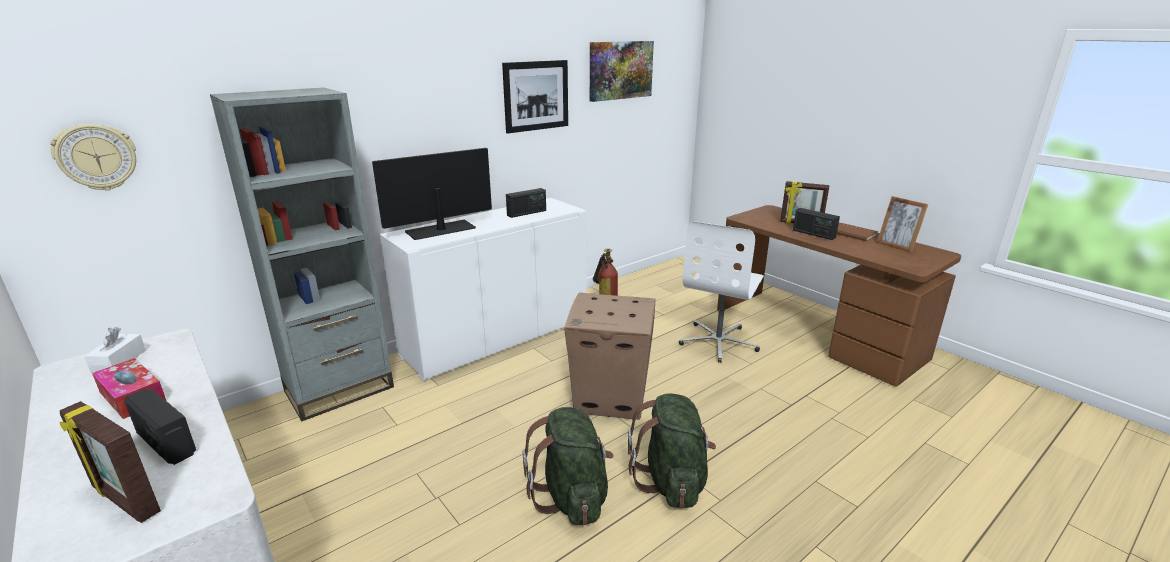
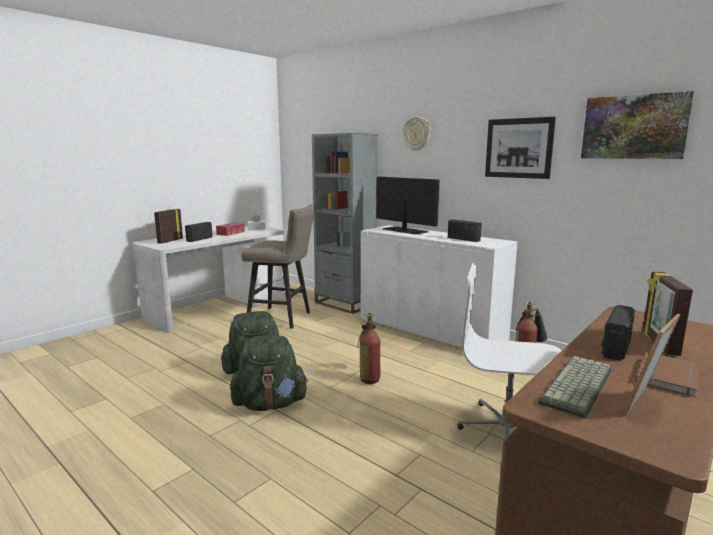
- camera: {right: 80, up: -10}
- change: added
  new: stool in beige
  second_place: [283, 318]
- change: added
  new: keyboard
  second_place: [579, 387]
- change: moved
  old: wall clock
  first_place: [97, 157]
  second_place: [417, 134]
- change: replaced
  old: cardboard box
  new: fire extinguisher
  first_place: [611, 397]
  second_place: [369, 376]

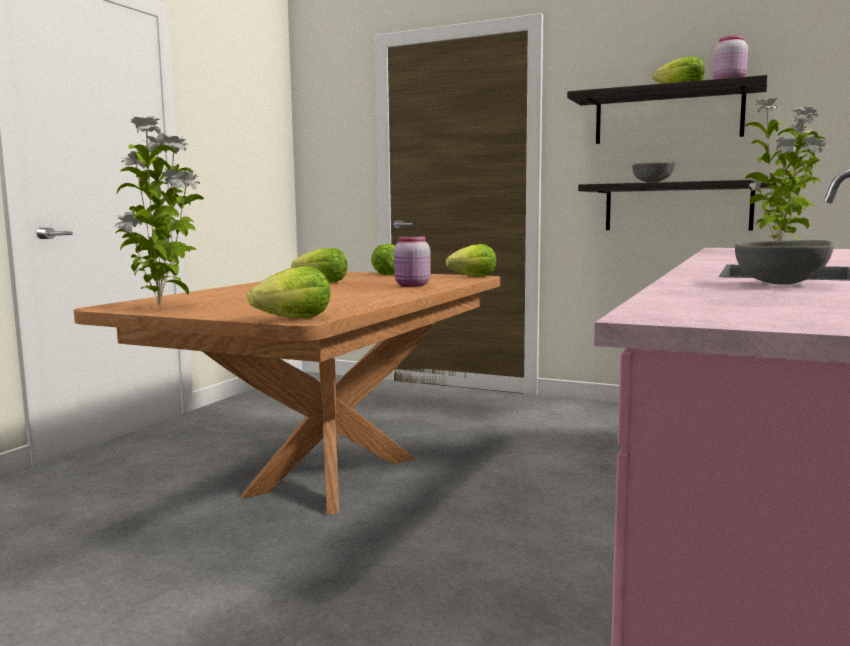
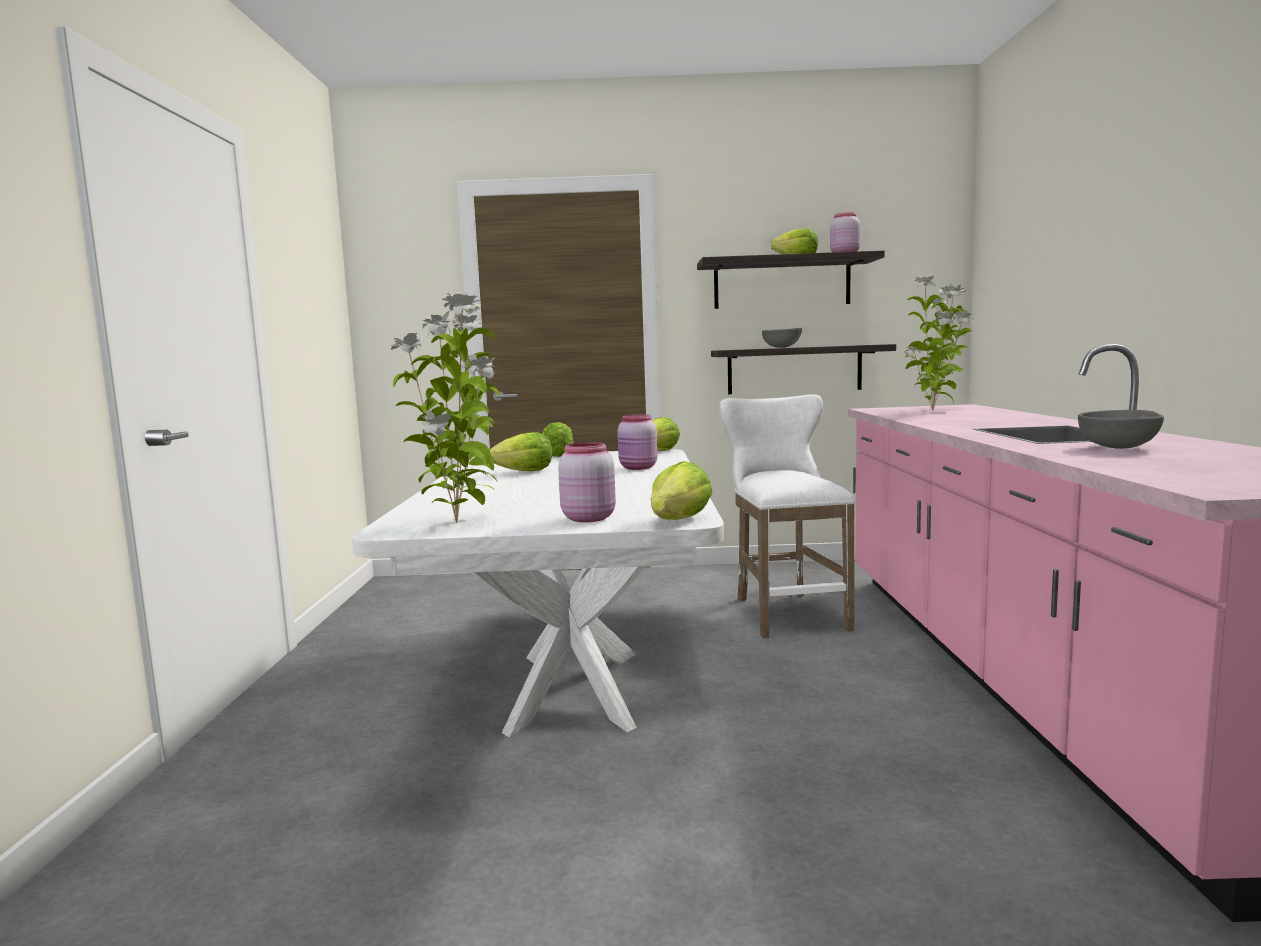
- camera: {right: -25, up: 0}
- change: added
  new: jar in pink
  second_place: [587, 518]
- change: added
  new: stool in white
  second_place: [785, 612]
- change: recoloured
  old: dining table in brown
  new: dining table in white
  first_place: [331, 475]
  second_place: [574, 689]

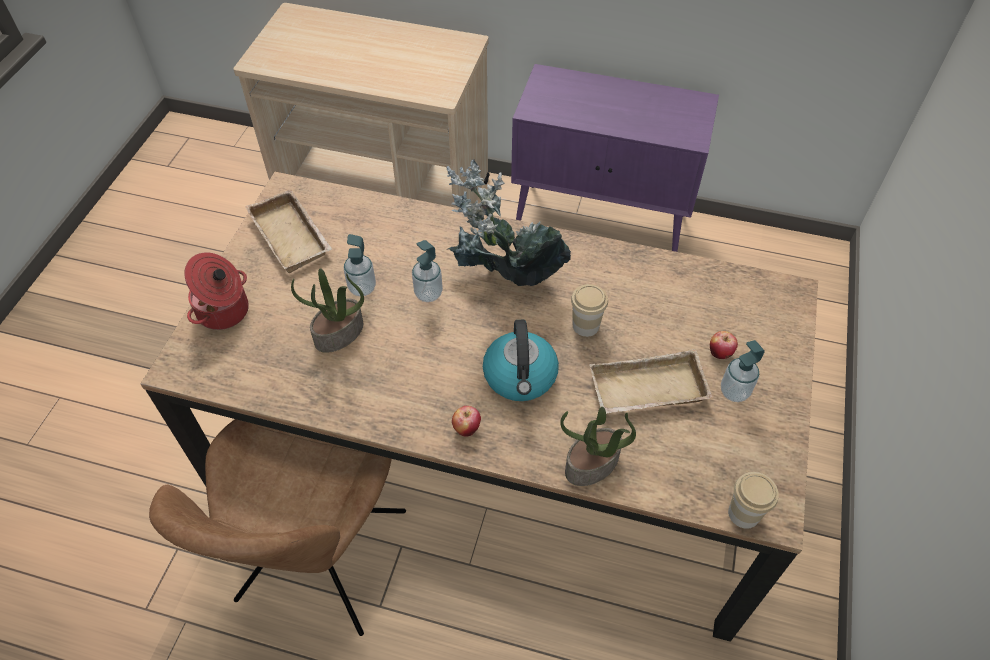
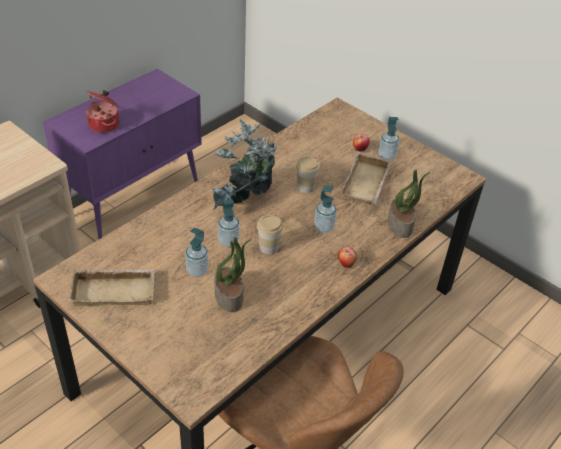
- camera: {right: -65, up: -10}
- change: moved
  old: cooking pot
  first_place: [224, 311]
  second_place: [105, 124]
- change: moved
  old: cup
  first_place: [744, 513]
  second_place: [268, 247]
- change: replaced
  old: kettle
  new: soap dispenser
  first_place: [520, 377]
  second_place: [324, 227]

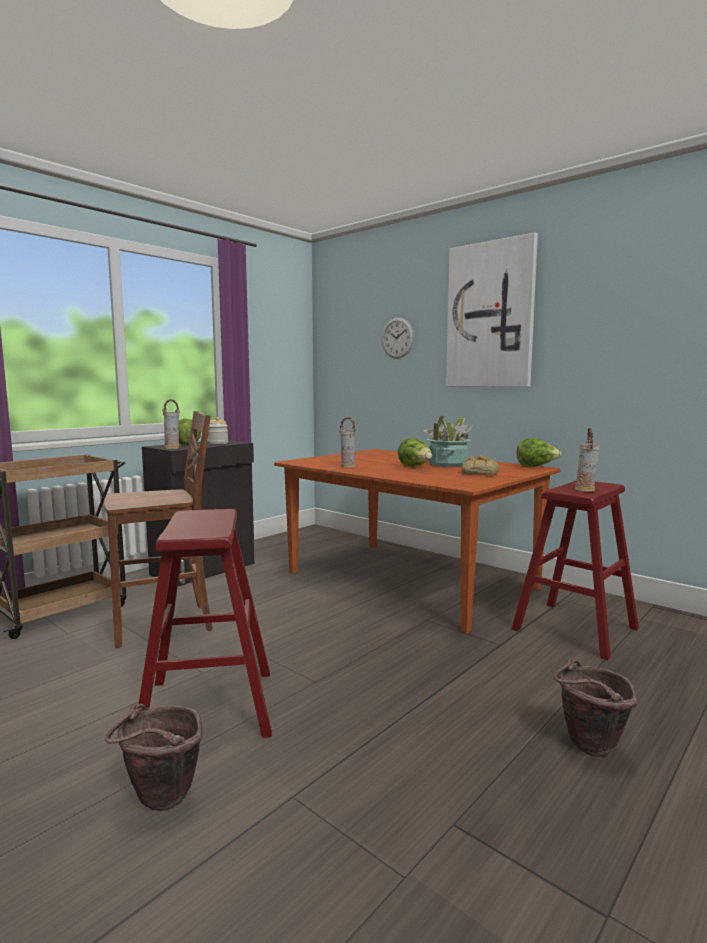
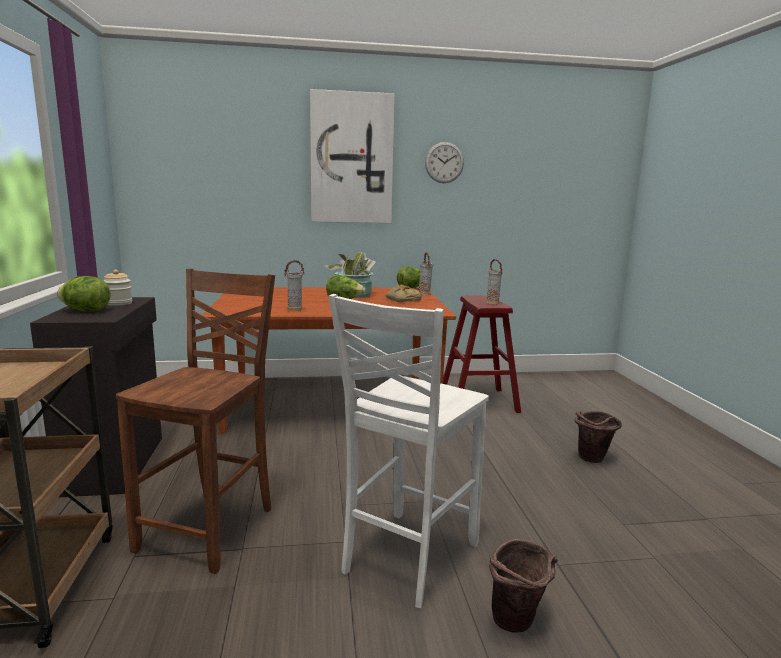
- camera: {right: -50, up: 5}
- change: moved
  old: vase
  first_place: [172, 448]
  second_place: [425, 294]
- change: moved
  old: wall clock
  first_place: [397, 338]
  second_place: [444, 162]
- change: replaced
  old: stool in red
  new: chair in white
  first_place: [209, 706]
  second_place: [406, 558]

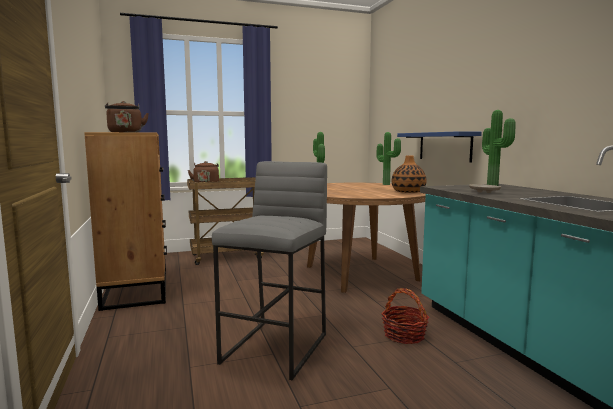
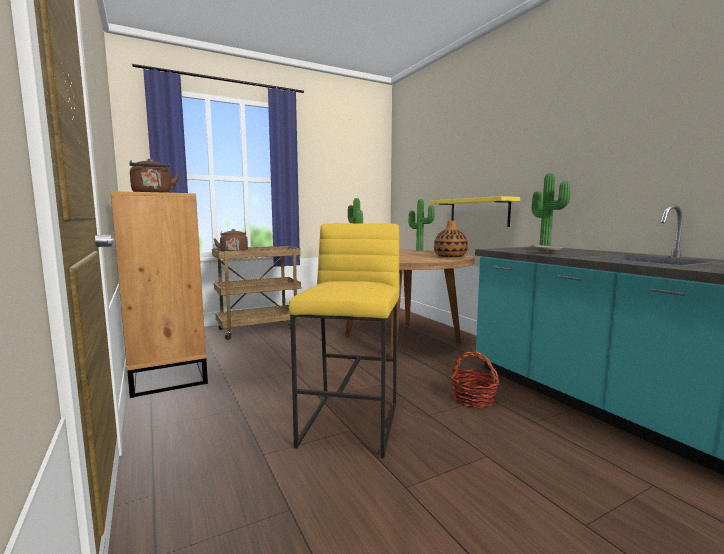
- camera: {right: -10, up: 0}
- change: recoloured
  old: stool in grey
  new: stool in yellow
  first_place: [276, 348]
  second_place: [351, 424]
- change: recoloured
  old: shelf in blue
  new: shelf in yellow
  first_place: [444, 146]
  second_place: [478, 212]

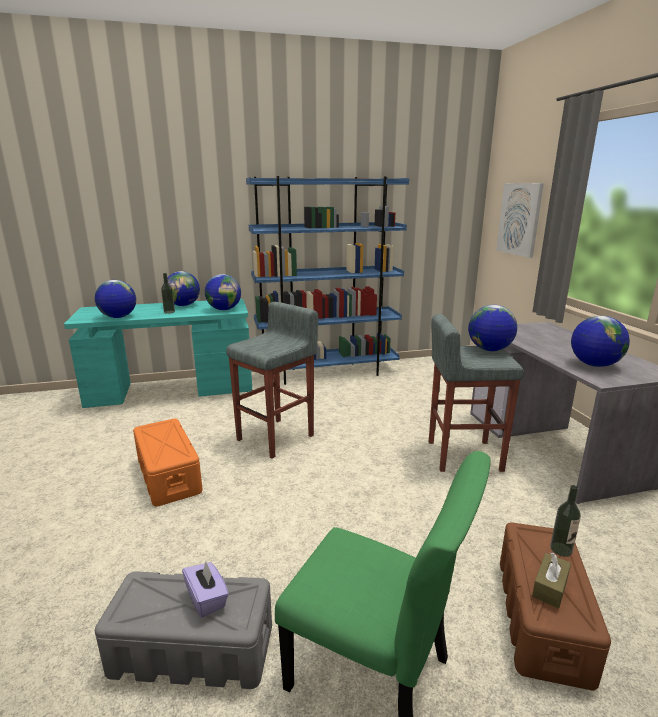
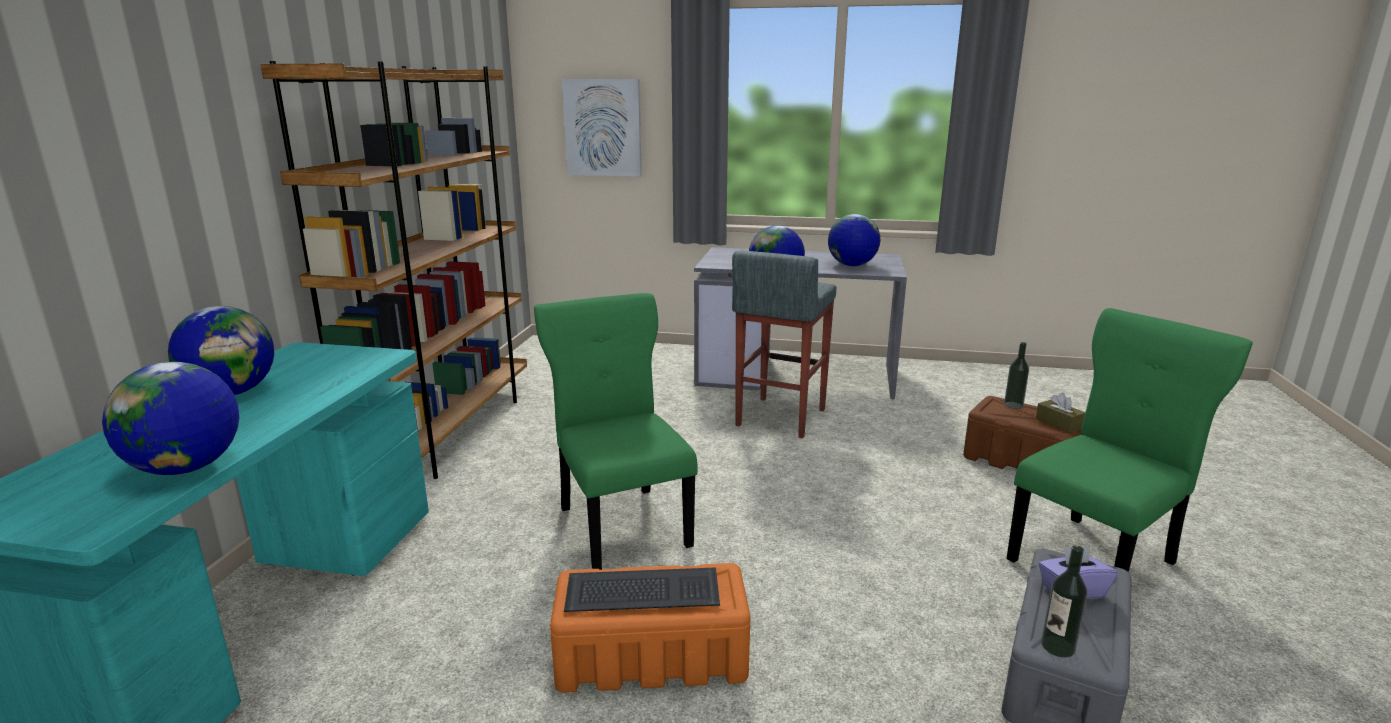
- camera: {right: -65, up: 0}
- change: removed
  old: globe
  first_place: [224, 309]
- change: added
  new: keyboard
  second_place: [640, 595]
- change: moved
  old: bottle
  first_place: [169, 312]
  second_place: [1057, 646]
- change: replaced
  old: stool in grey
  new: chair in green
  first_place: [277, 437]
  second_place: [622, 523]
- change: recoloured
  old: bookcase in blue
  new: bookcase in brown
  first_place: [328, 372]
  second_place: [447, 433]

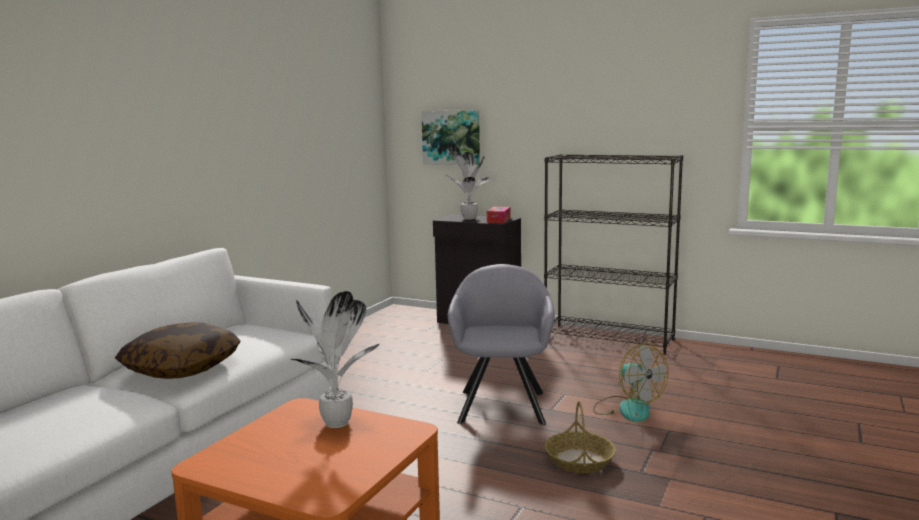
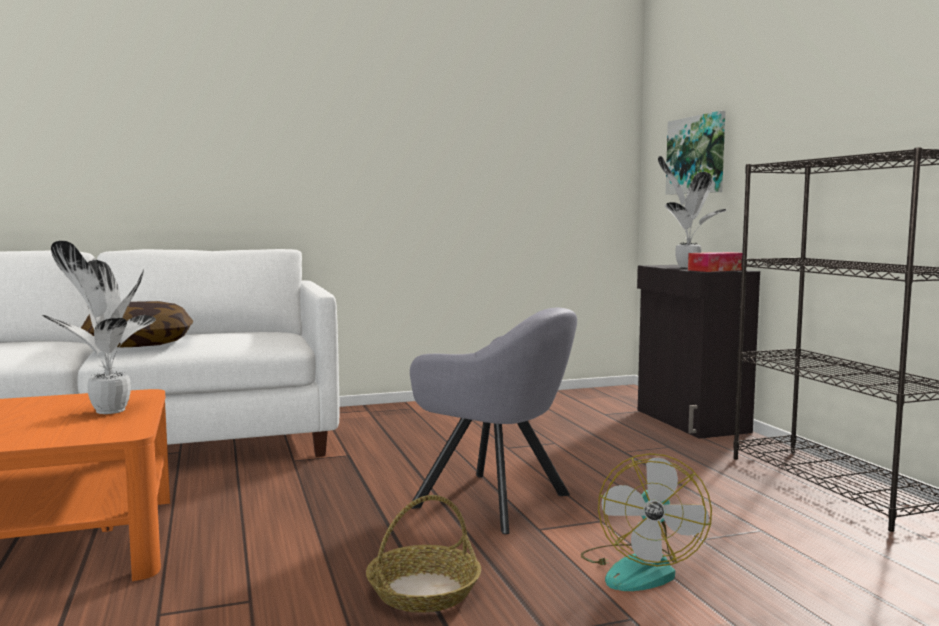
- camera: {right: 45, up: -5}
- change: turned
  old: armchair in grey
  first_place: [502, 404]
  second_place: [499, 503]
  degrees: 75

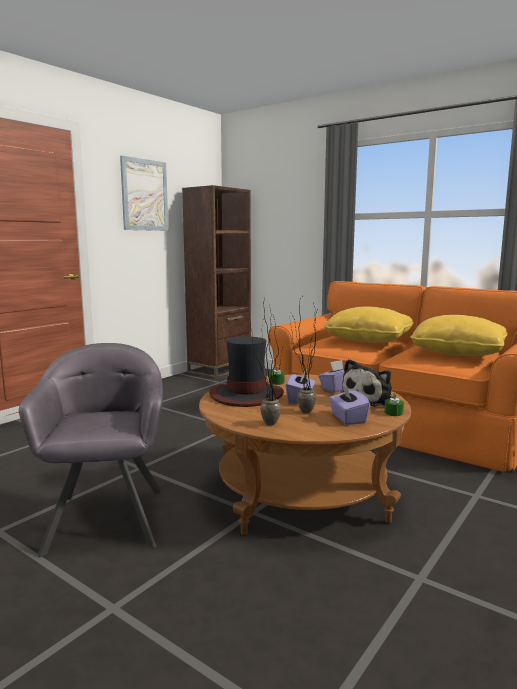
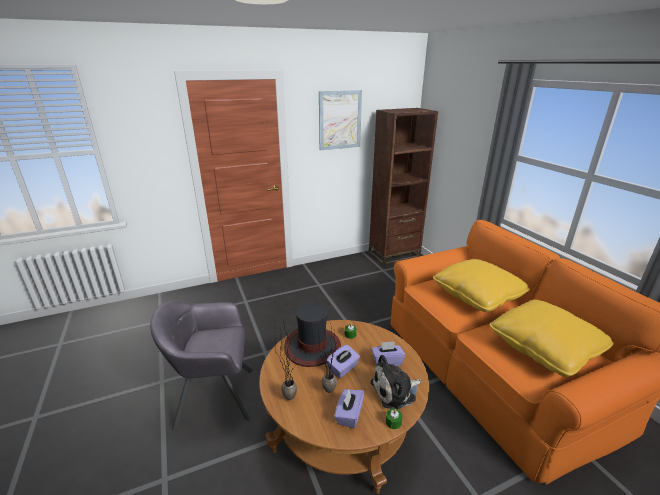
- camera: {right: 30, up: 15}
- change: turned
  old: armchair in grey
  first_place: [107, 518]
  second_place: [215, 396]
  degrees: -120

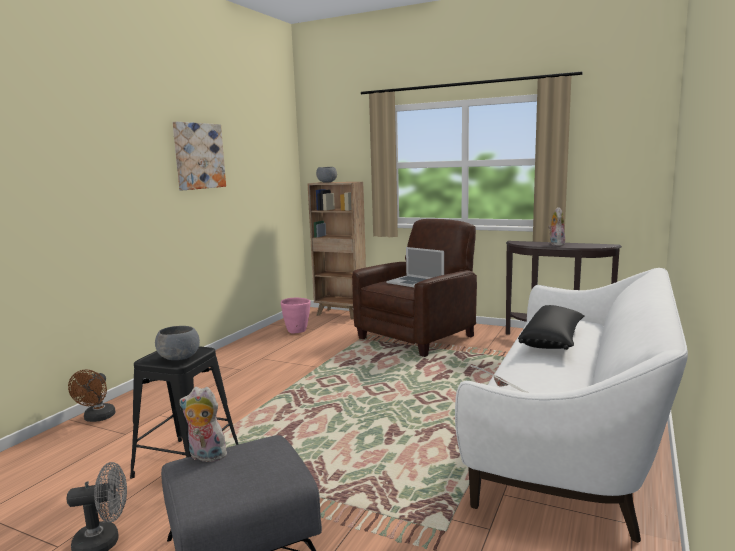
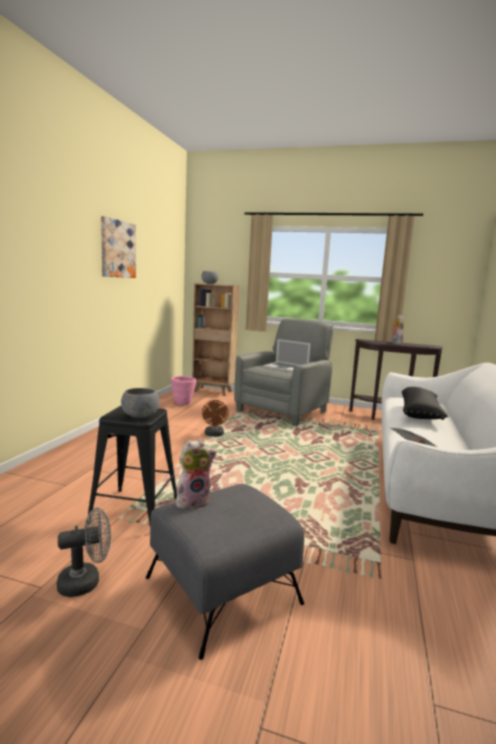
- camera: {right: -10, up: 0}
- change: moved
  old: fan in brown
  first_place: [97, 418]
  second_place: [214, 435]
- change: recoloured
  old: armchair in brown
  new: armchair in grey
  first_place: [417, 337]
  second_place: [282, 411]
- change: turned
  old: plush toy
  first_place: [205, 457]
  second_place: [193, 501]
  degrees: 150

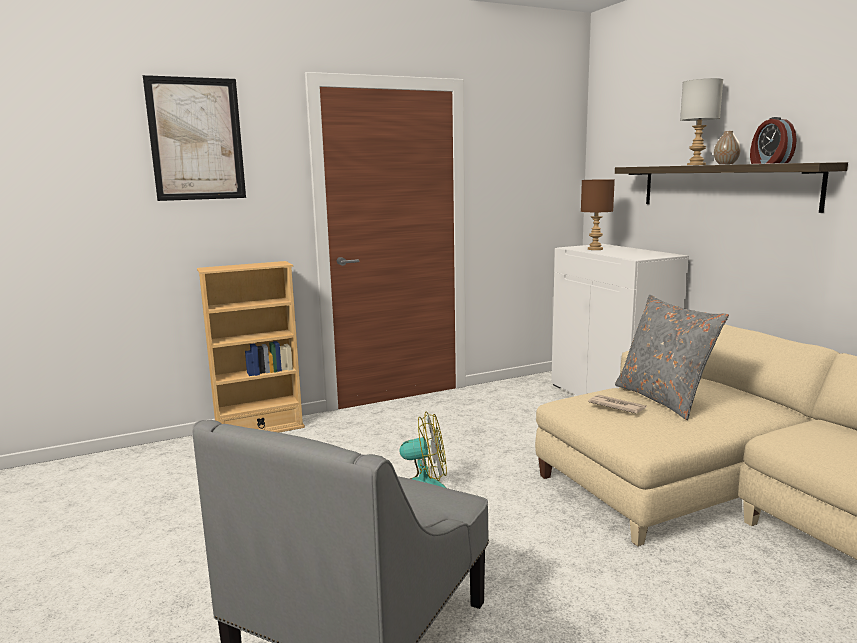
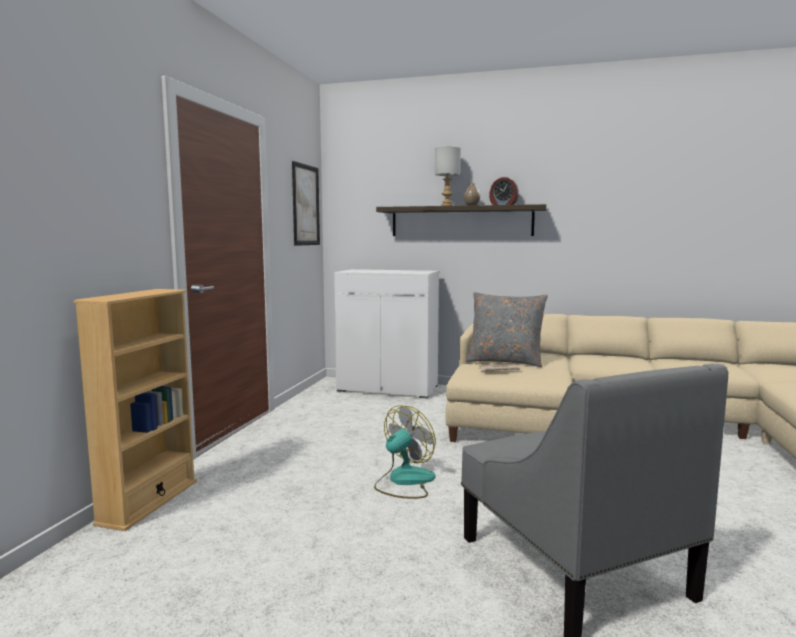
- camera: {right: -50, up: -5}
- change: removed
  old: table lamp in brown
  first_place: [594, 249]
- change: moved
  old: picture
  first_place: [196, 139]
  second_place: [305, 205]

